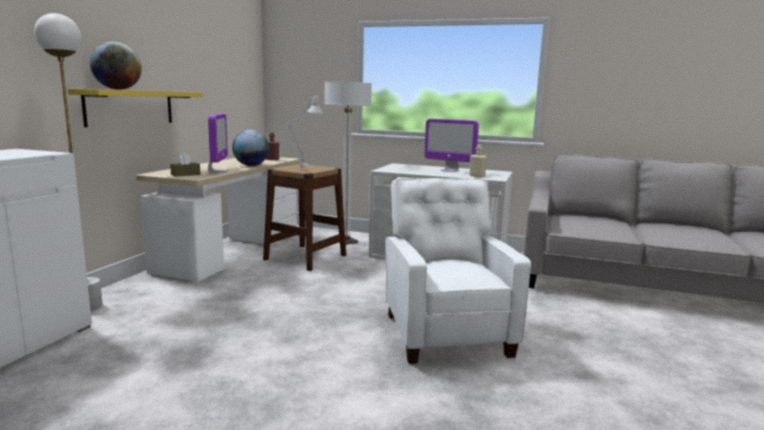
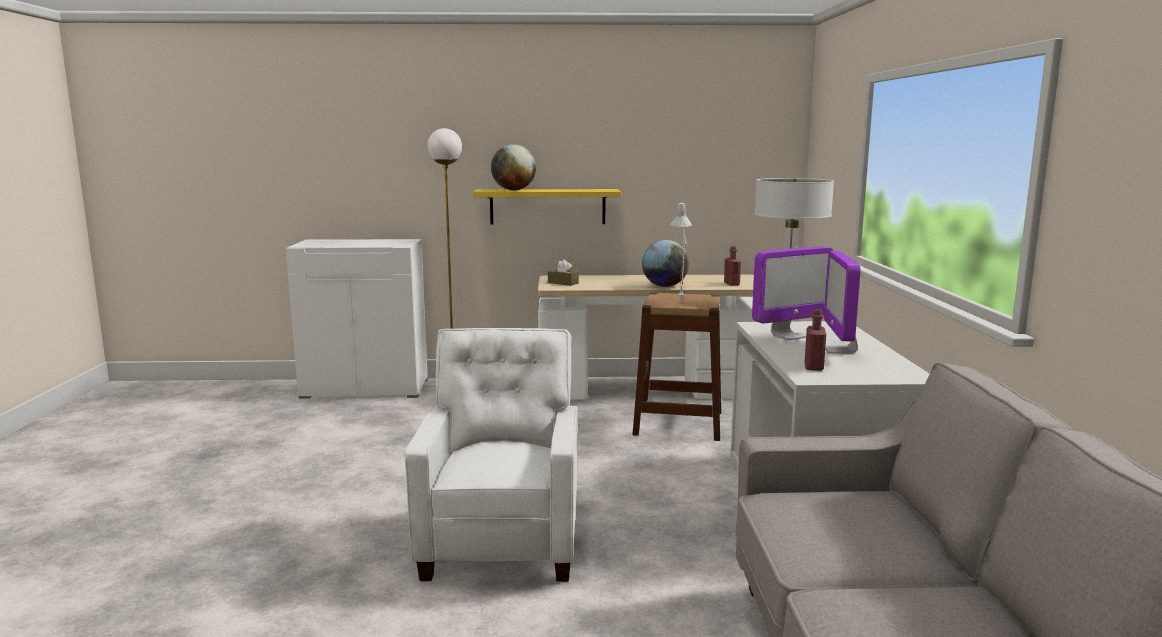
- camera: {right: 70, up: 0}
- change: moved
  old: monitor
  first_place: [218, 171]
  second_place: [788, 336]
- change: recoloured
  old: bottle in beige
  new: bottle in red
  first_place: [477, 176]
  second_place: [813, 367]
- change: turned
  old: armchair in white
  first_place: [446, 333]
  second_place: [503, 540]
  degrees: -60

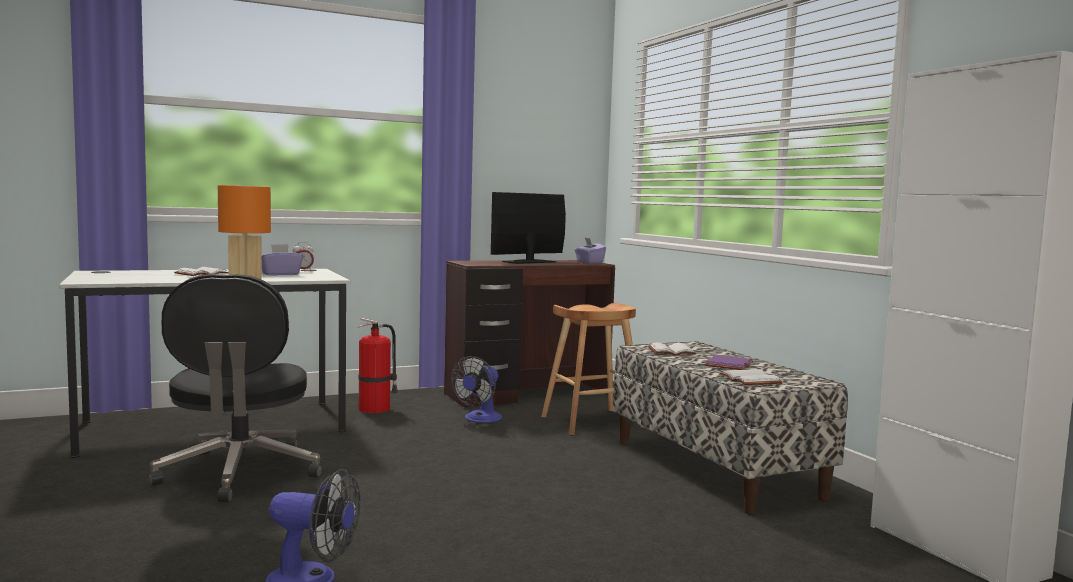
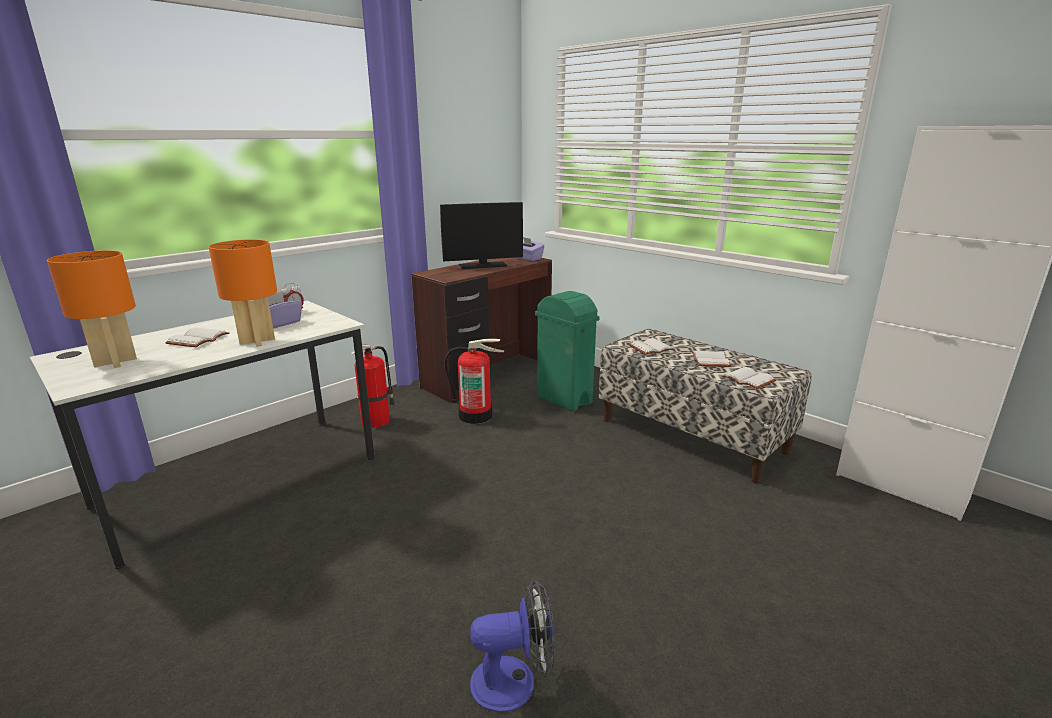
- camera: {right: -20, up: 15}
- change: removed
  old: office chair in black
  first_place: [239, 473]
- change: added
  new: table lamp in orange
  second_place: [116, 362]
- change: replaced
  old: fan
  new: fire extinguisher
  first_place: [480, 419]
  second_place: [476, 415]
- change: replaced
  old: stool in brown
  new: trash can in green
  first_place: [592, 422]
  second_place: [564, 400]
- change: recoloured
  old: book in purple
  new: book in white
  first_place: [730, 365]
  second_place: [711, 361]
- change: turned
  old: monitor
  first_place: [529, 262]
  second_place: [483, 265]
  degrees: -135

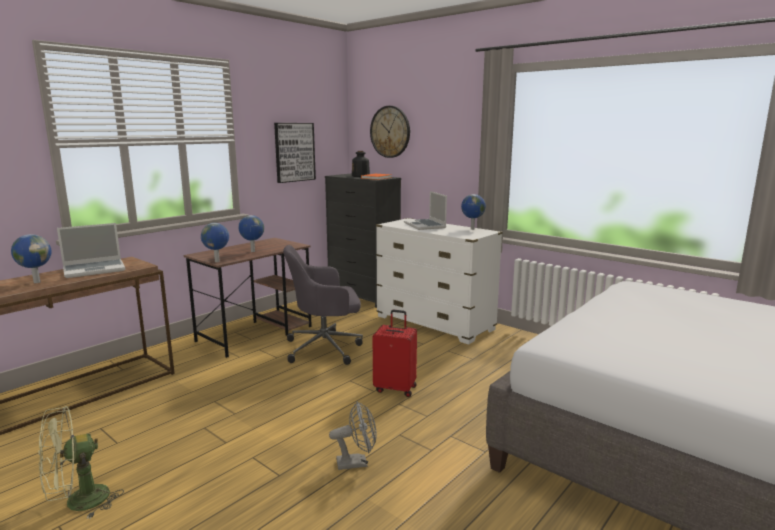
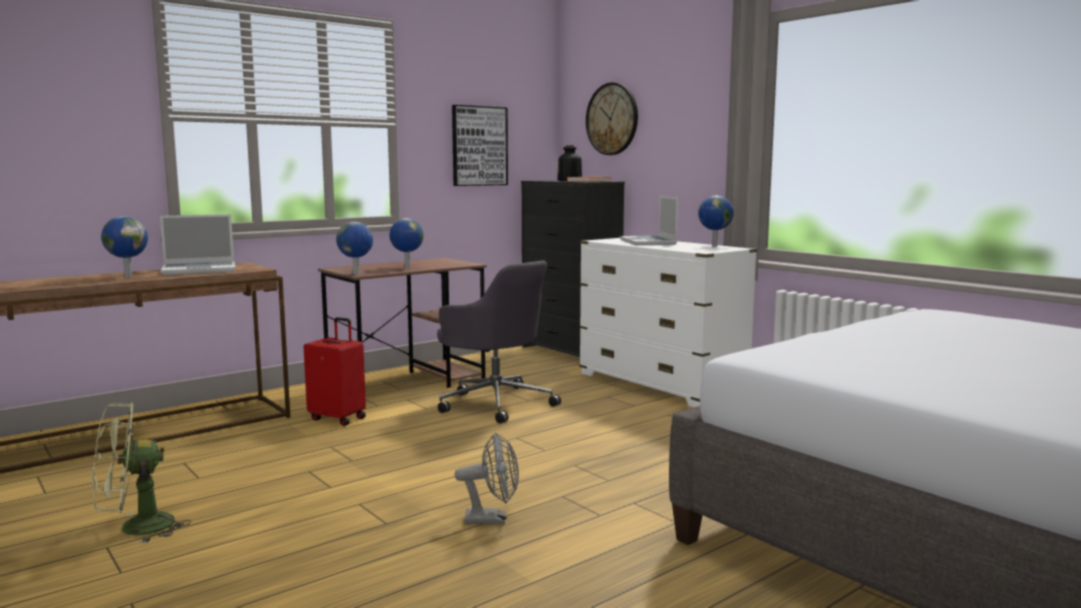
- camera: {right: 10, up: -5}
- change: moved
  old: suitcase in red
  first_place: [395, 388]
  second_place: [338, 418]
- change: turned
  old: office chair in grey
  first_place: [325, 348]
  second_place: [496, 403]
  degrees: -135

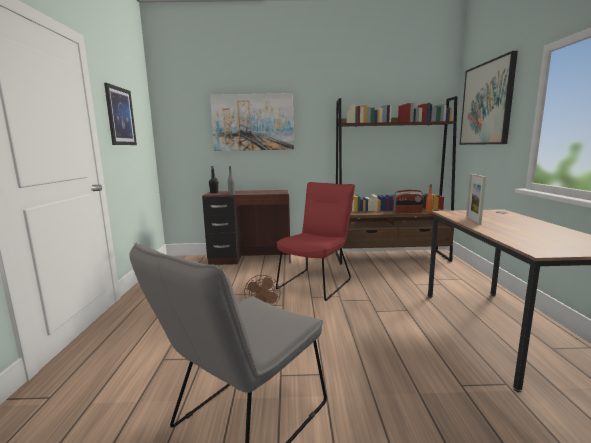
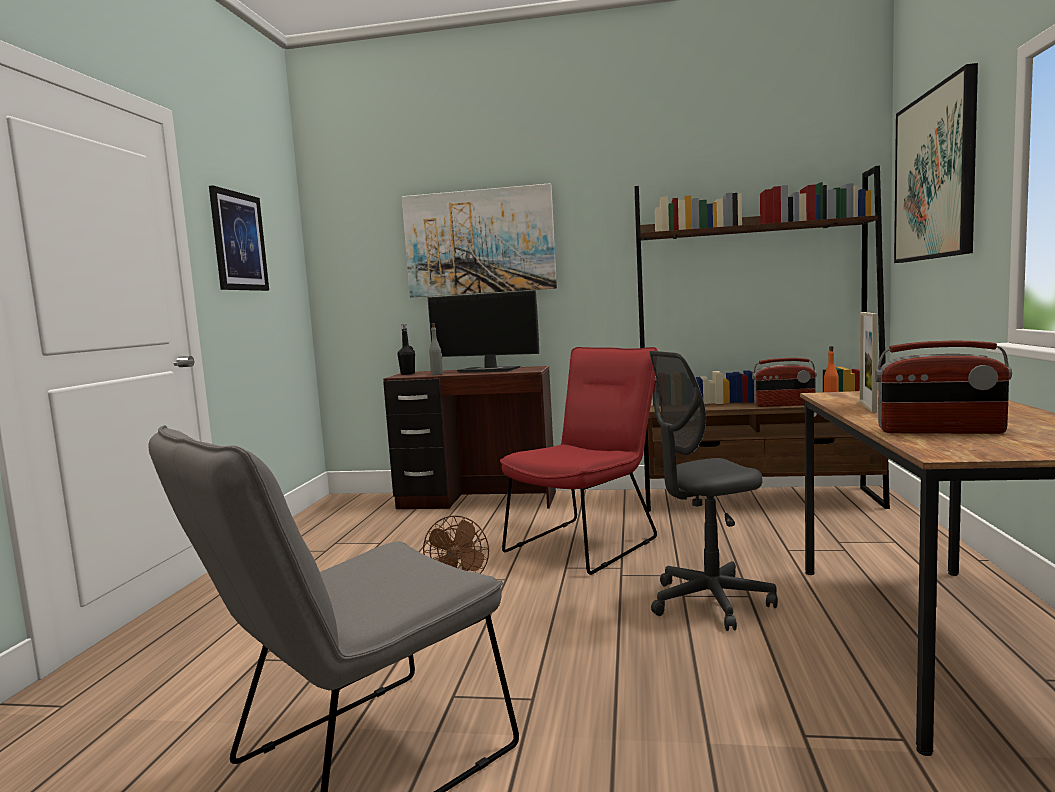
- camera: {right: 10, up: -5}
- change: added
  new: monitor
  second_place: [490, 370]
- change: added
  new: office chair in grey
  second_place: [709, 602]
- change: added
  new: radio
  second_place: [940, 431]

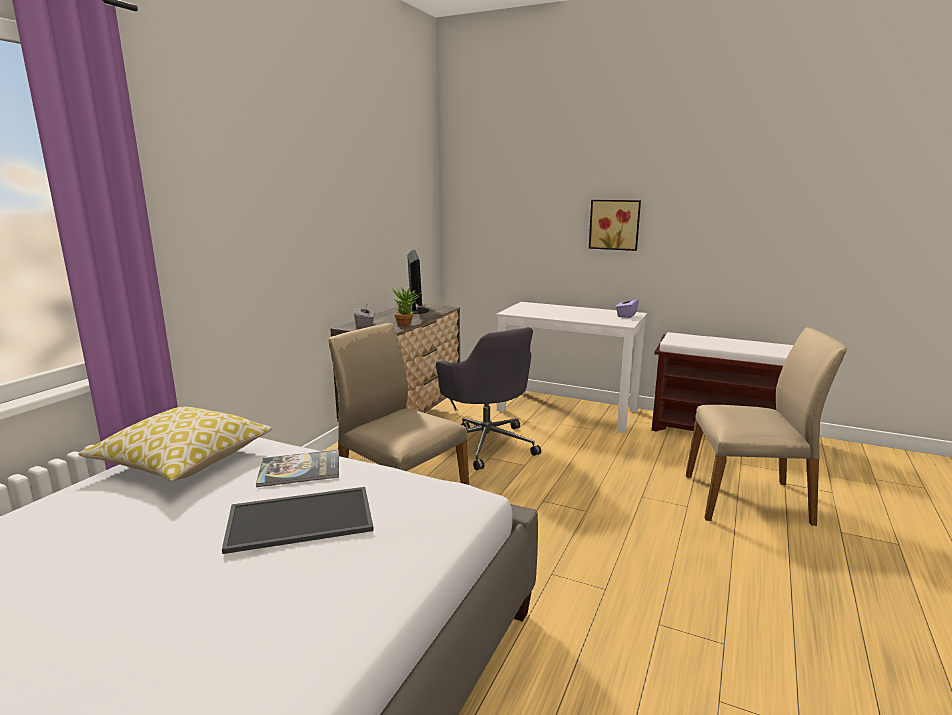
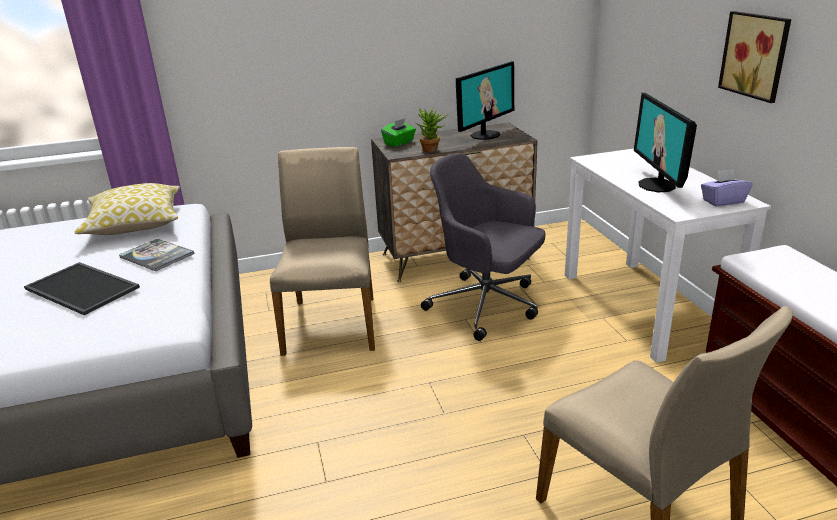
- camera: {right: 50, up: 10}
- change: added
  new: monitor
  second_place: [657, 185]
- change: recoloured
  old: tissue box in grey
  new: tissue box in green
  first_place: [365, 326]
  second_place: [399, 143]
- change: turned
  old: office chair in grey
  first_place: [486, 444]
  second_place: [486, 306]
  degrees: 105

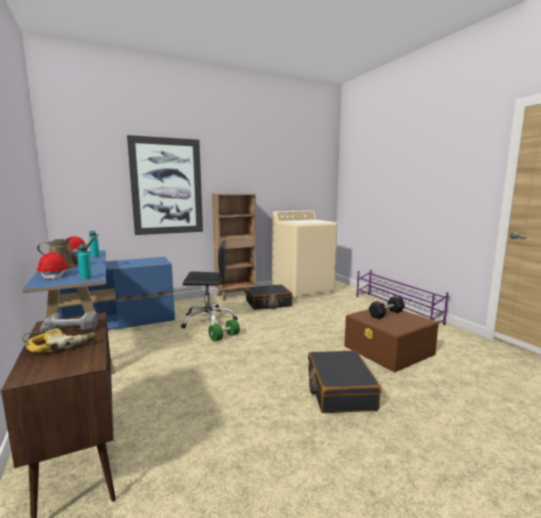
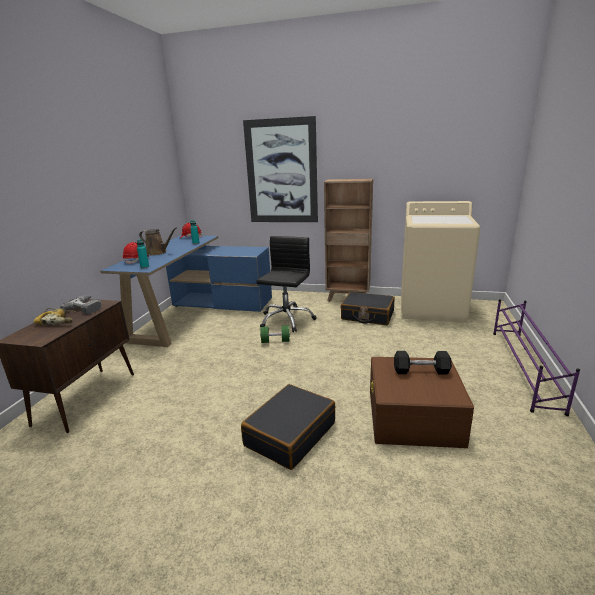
- camera: {right: 40, up: 10}
- change: turned
  old: office chair in black
  first_place: [208, 320]
  second_place: [286, 320]
  degrees: -105

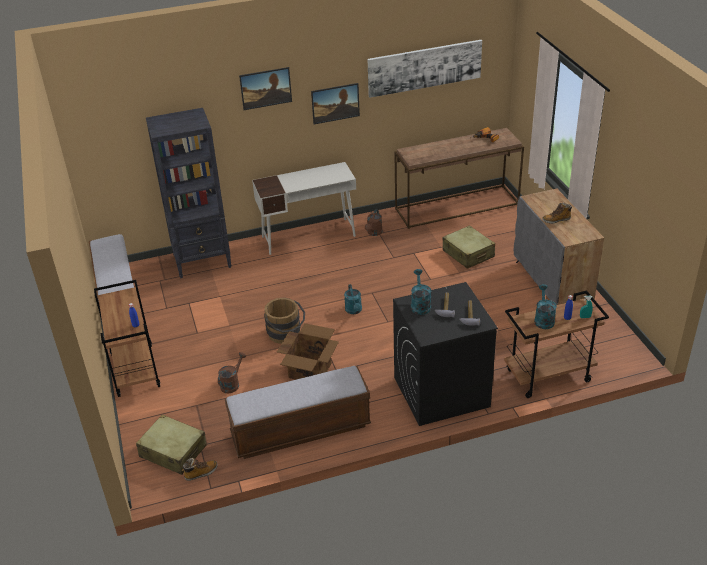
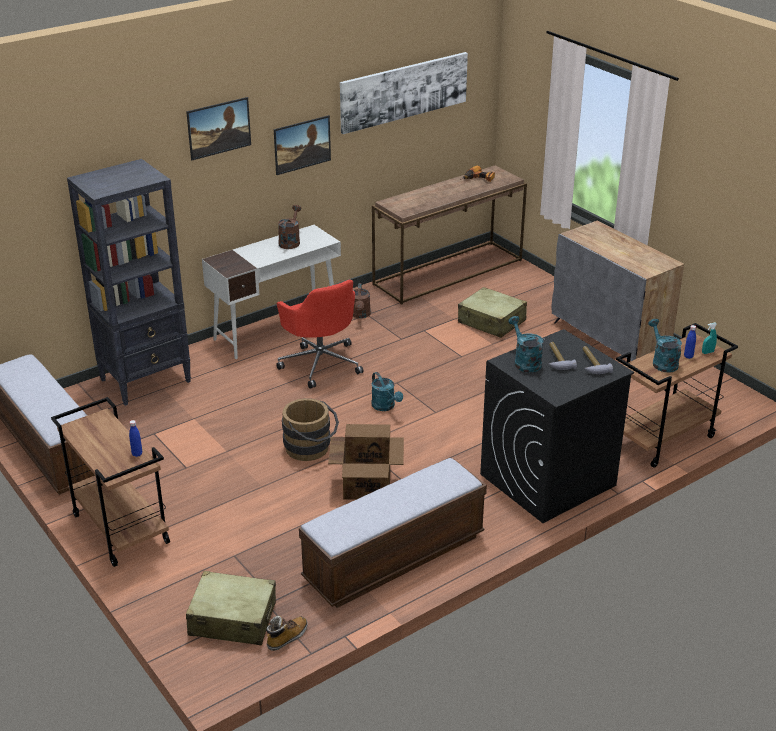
- camera: {right: -20, up: -5}
- change: removed
  old: boot
  first_place: [556, 220]
- change: added
  new: office chair in red
  second_place: [320, 363]
- change: moved
  old: watering can in brown
  first_place: [232, 383]
  second_place: [290, 241]

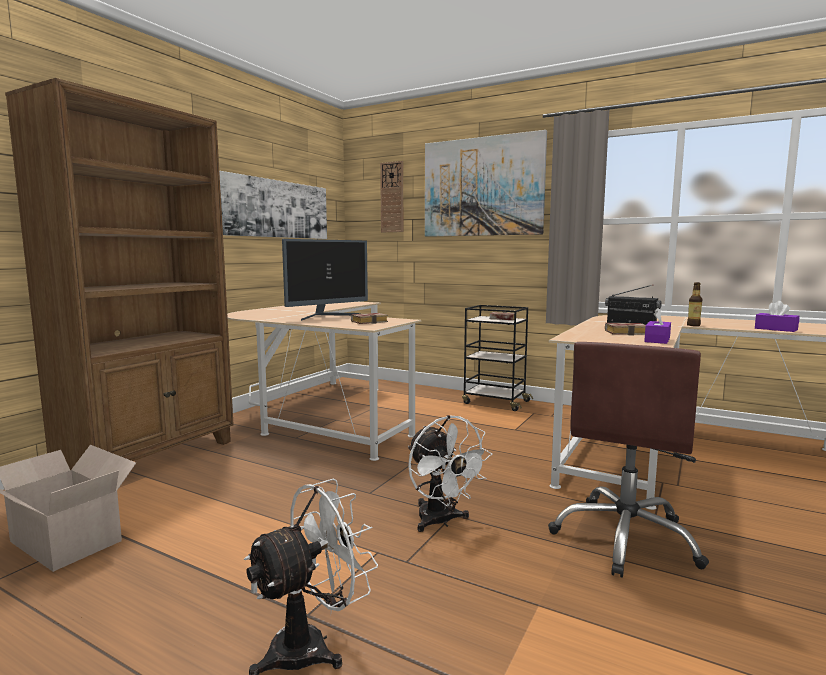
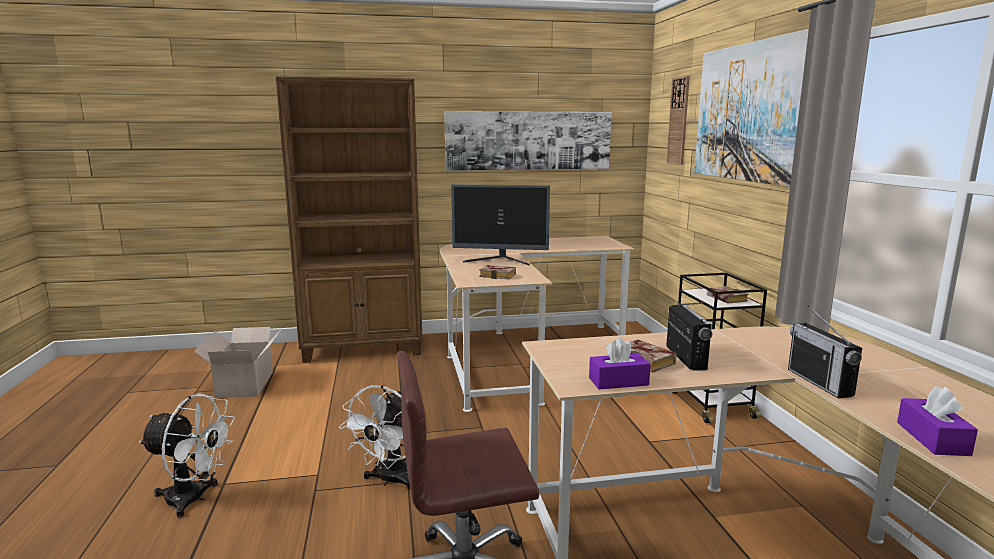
- camera: {right: 50, up: 5}
- change: replaced
  old: bottle
  new: radio
  first_place: [693, 325]
  second_place: [819, 382]

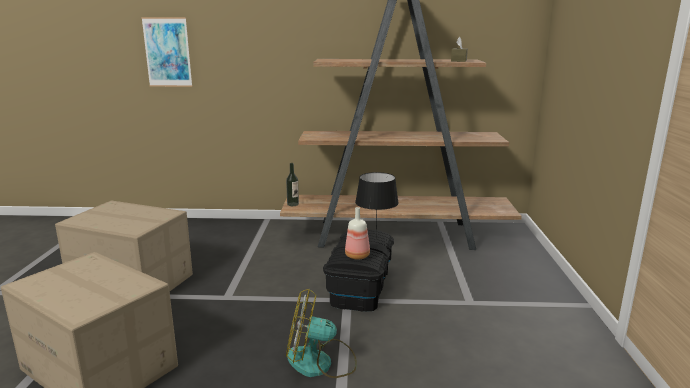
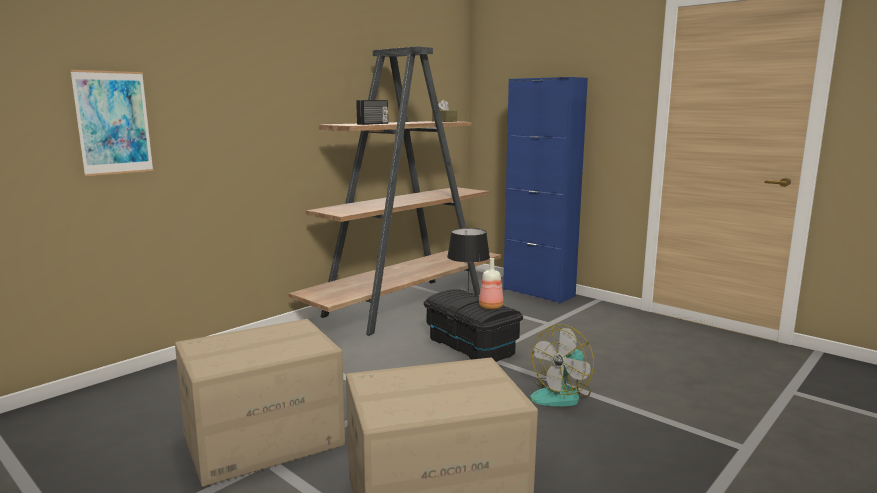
- camera: {right: -50, up: -5}
- change: removed
  old: bottle
  first_place: [293, 204]
- change: added
  new: radio
  second_place: [373, 124]
- change: added
  new: cabinet in blue
  second_place: [538, 292]

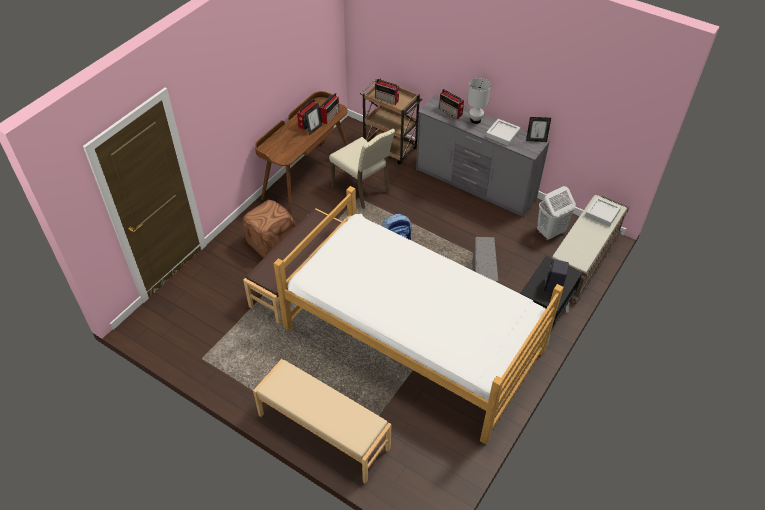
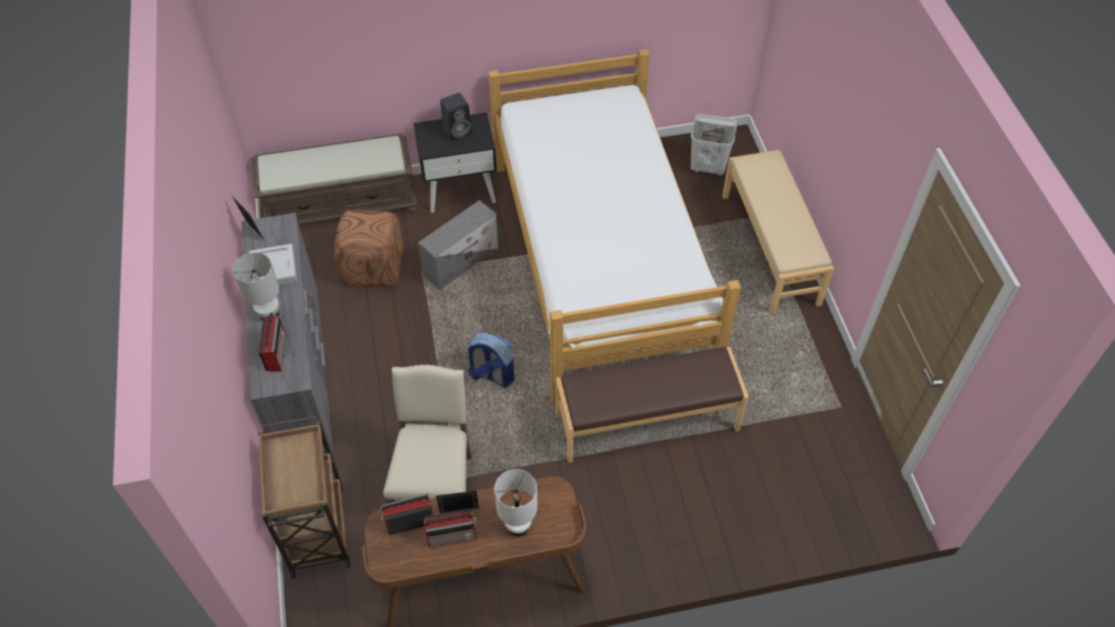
- camera: {right: -135, up: 5}
- change: removed
  old: radio
  first_place: [387, 99]
- change: removed
  old: tray in grey
  first_place: [602, 213]
- change: added
  new: table lamp in white
  second_place: [518, 526]
- change: moved
  old: ottoman in brown
  first_place: [271, 243]
  second_place: [374, 267]
- change: moved
  old: laundry basket in white
  first_place: [550, 232]
  second_place: [708, 167]

